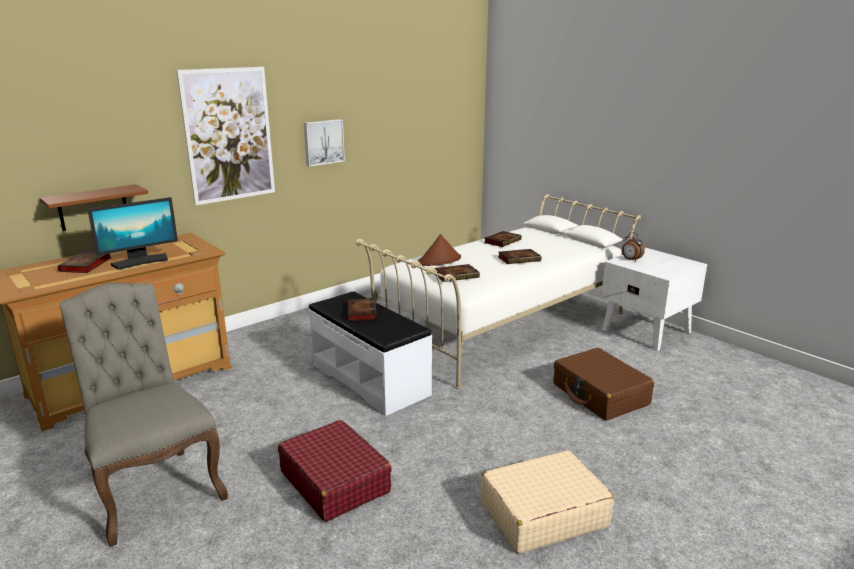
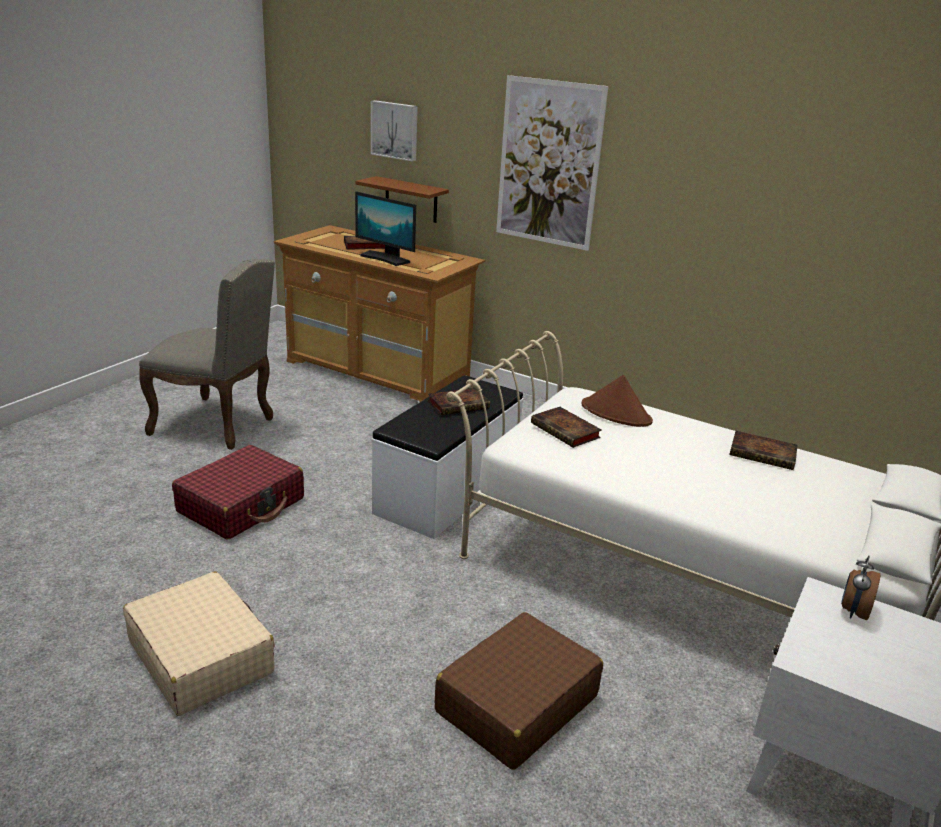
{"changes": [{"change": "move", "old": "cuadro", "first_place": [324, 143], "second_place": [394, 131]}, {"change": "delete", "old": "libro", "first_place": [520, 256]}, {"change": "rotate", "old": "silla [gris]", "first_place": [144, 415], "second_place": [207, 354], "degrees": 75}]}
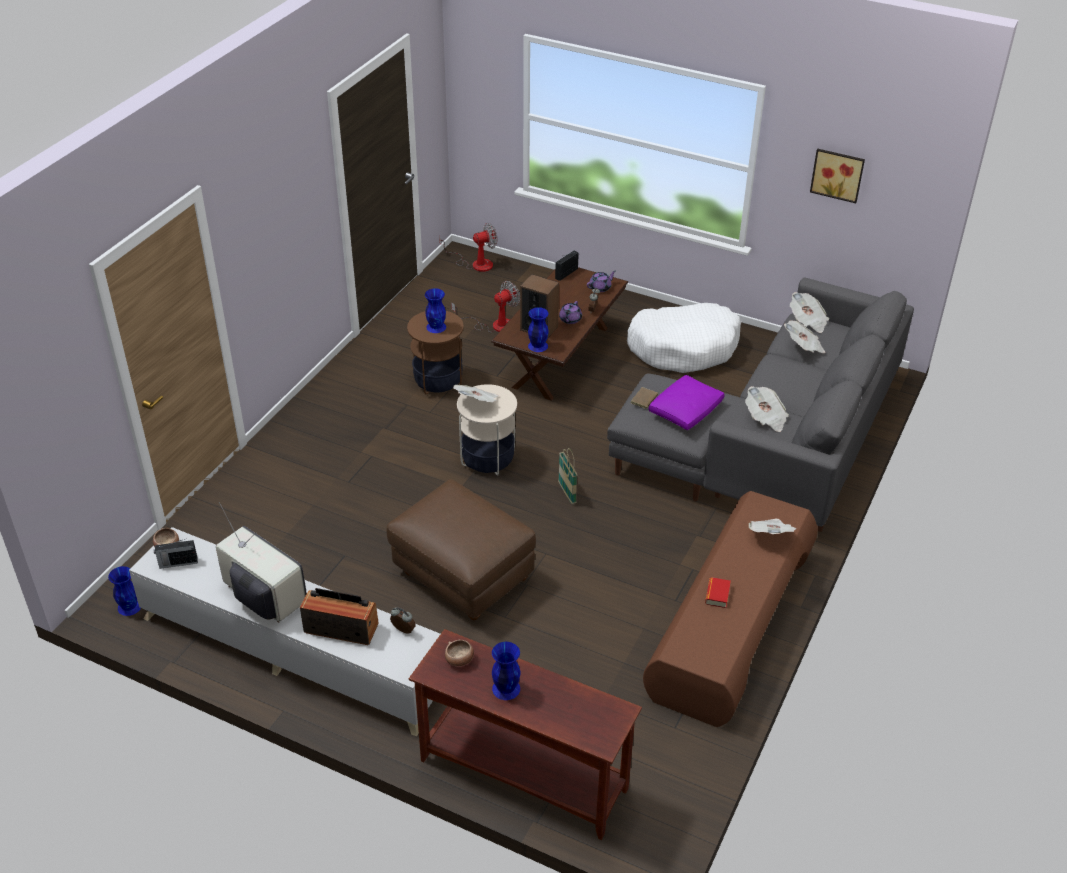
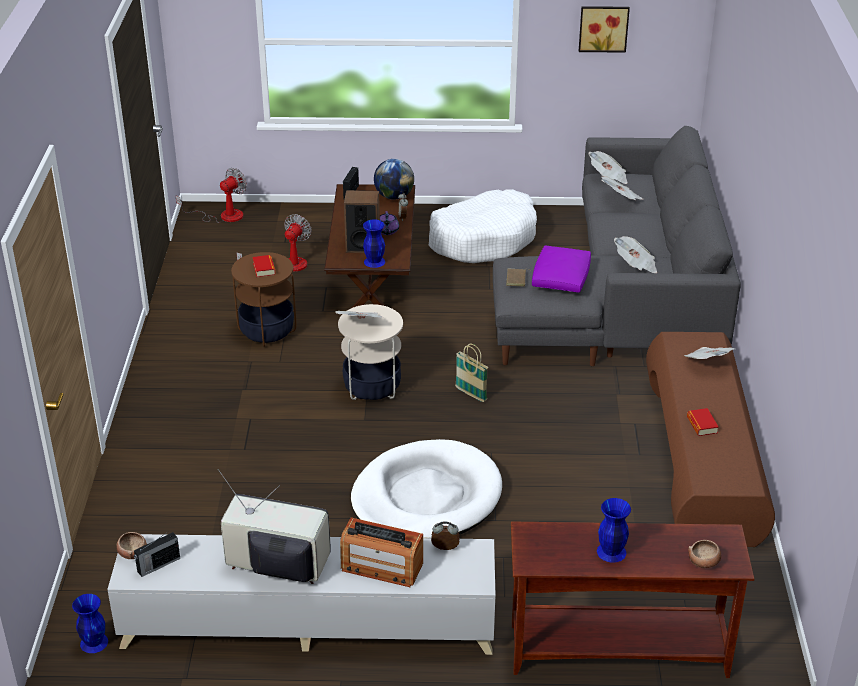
{"changes": [{"change": "replace", "old": "tetera [morado]", "new": "globo terráqueo", "first_place": [601, 281], "second_place": [394, 179]}, {"change": "replace", "old": "florero [azul]", "new": "libro", "first_place": [435, 310], "second_place": [264, 266]}, {"change": "replace", "old": "puf [marrón]", "new": "cama para perro [blanco]", "first_place": [461, 549], "second_place": [426, 488]}, {"change": "rotate", "old": "radio", "first_place": [339, 616], "second_place": [381, 552], "degrees": -150}, {"change": "move", "old": "cuenco", "first_place": [459, 653], "second_place": [704, 554]}]}
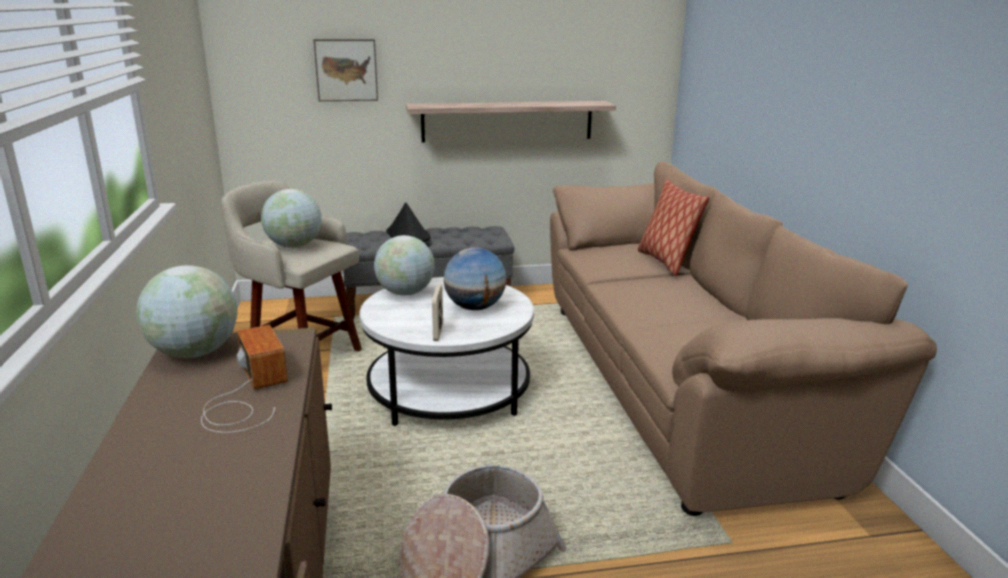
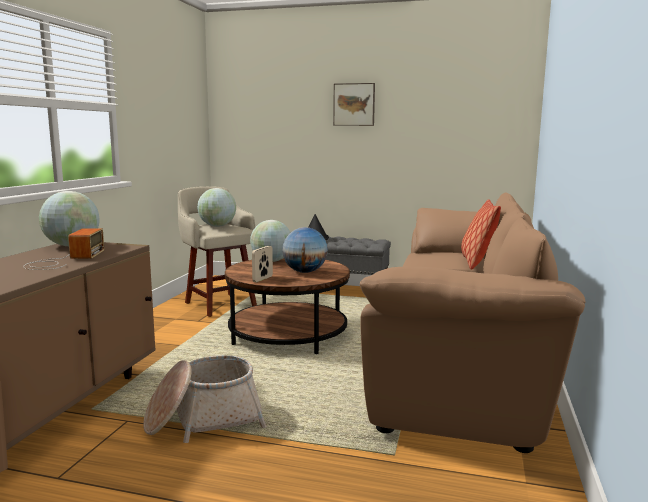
{"changes": [{"change": "move", "old": "cuadro", "first_place": [346, 70], "second_place": [354, 104]}, {"change": "delete", "old": "estante", "first_place": [511, 122]}, {"change": "recolor", "old": "mesa de centro [blanco]", "new": "mesa de centro [marrón]", "first_place": [447, 351], "second_place": [287, 306]}]}
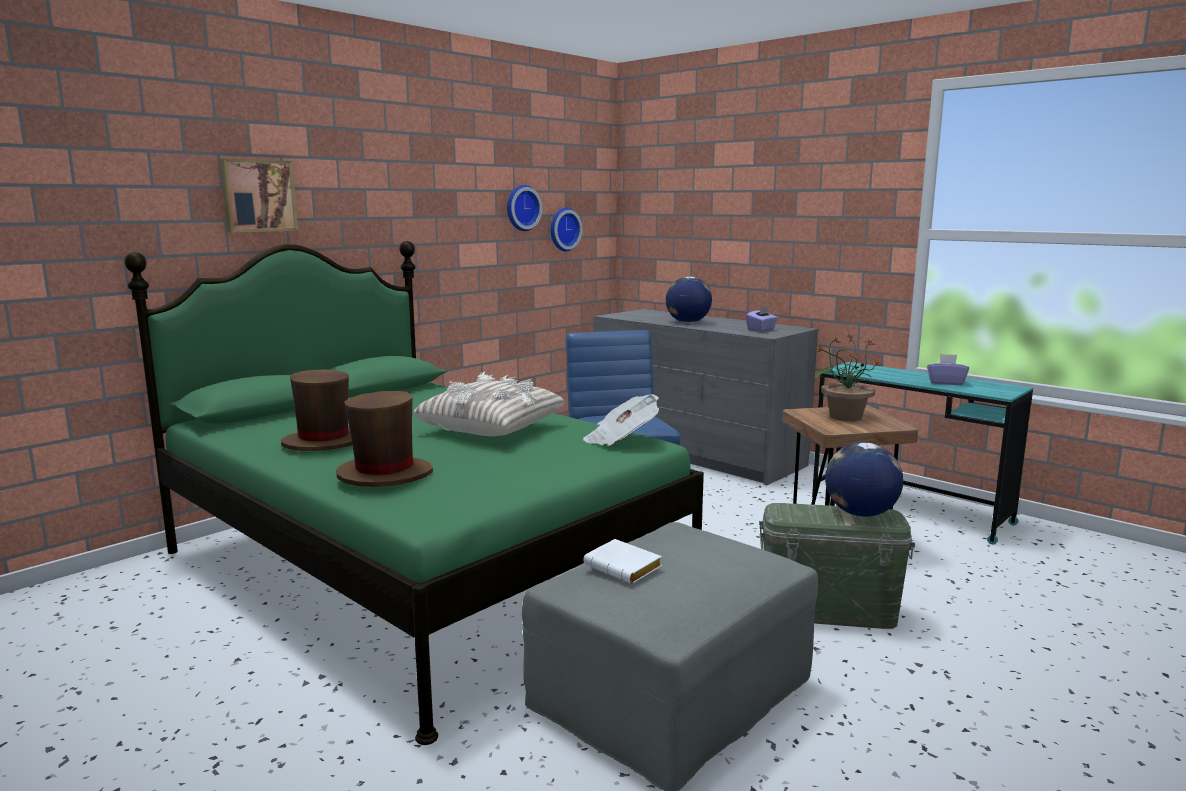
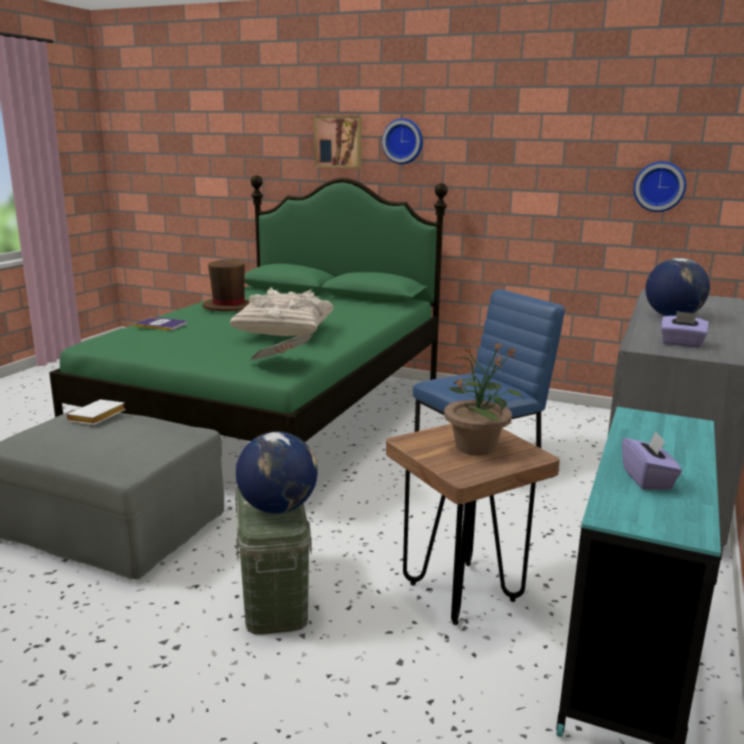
{"changes": [{"change": "move", "old": "reloj de pared", "first_place": [524, 208], "second_place": [402, 141]}, {"change": "replace", "old": "sombrero [marrón]", "new": "libro", "first_place": [384, 439], "second_place": [160, 324]}]}
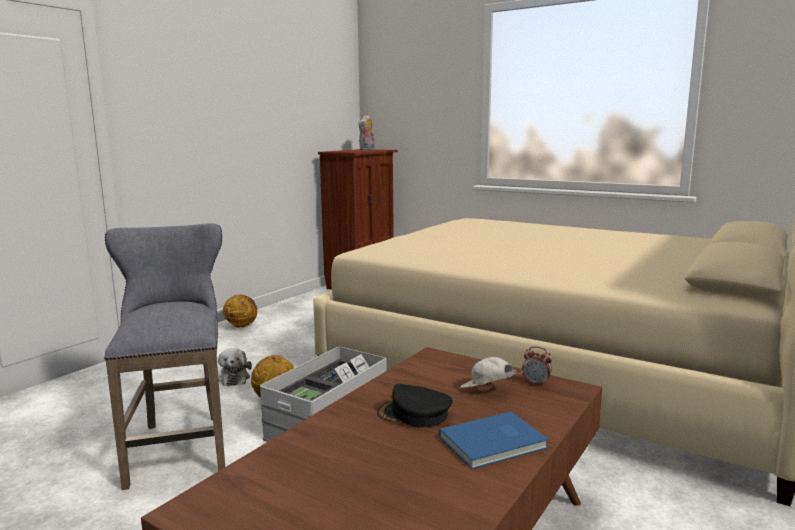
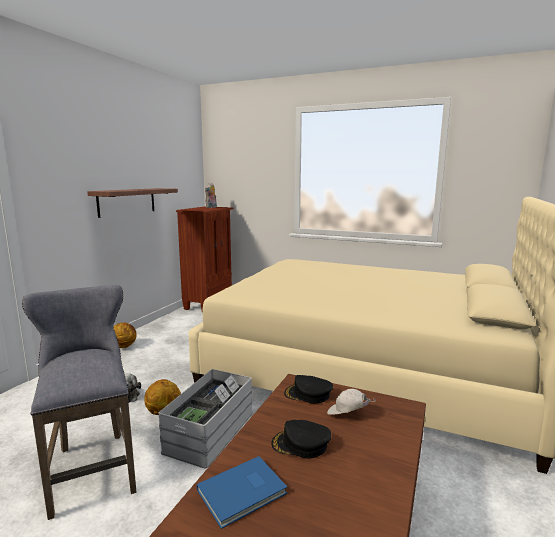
{"changes": [{"change": "delete", "old": "despertador", "first_place": [537, 367]}, {"change": "move", "old": "libro [azul]", "first_place": [494, 440], "second_place": [242, 492]}, {"change": "insert", "new": "estante", "second_place": [132, 203]}, {"change": "insert", "new": "gorra [negro]", "second_place": [308, 389]}]}
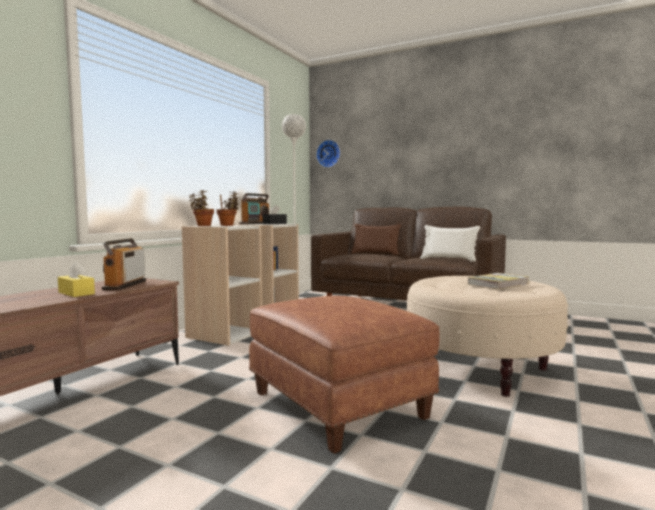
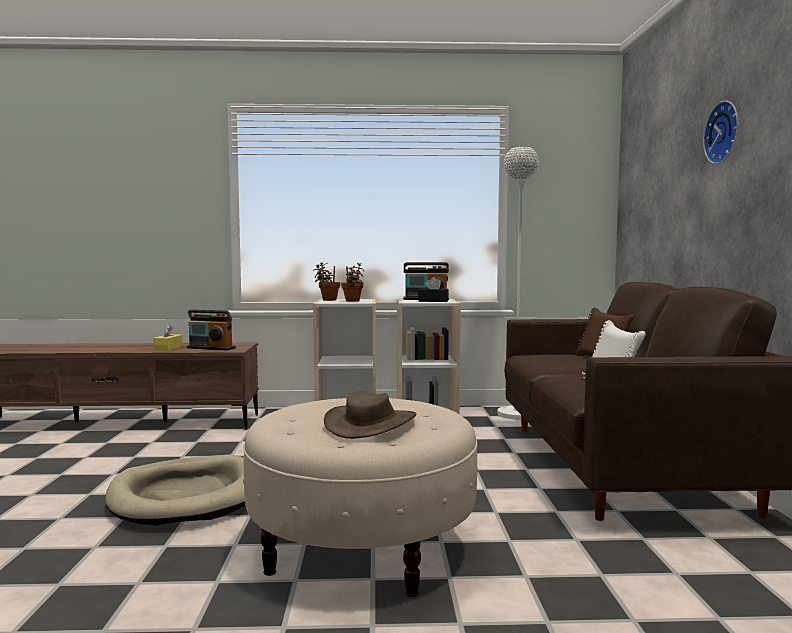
{"changes": [{"change": "move", "old": "reloj de pared", "first_place": [328, 154], "second_place": [720, 132]}, {"change": "rotate", "old": "radio", "first_place": [124, 264], "second_place": [211, 330], "degrees": -135}, {"change": "replace", "old": "libro", "new": "sombrero [marrón]", "first_place": [498, 281], "second_place": [370, 415]}, {"change": "replace", "old": "puf [marrón]", "new": "cama para perro [beis]", "first_place": [344, 375], "second_place": [175, 490]}]}
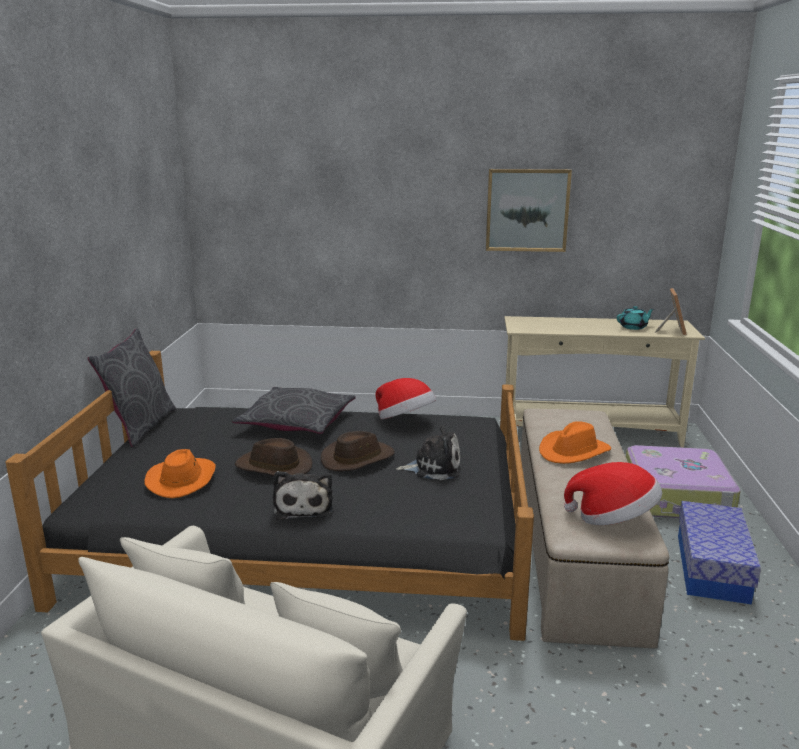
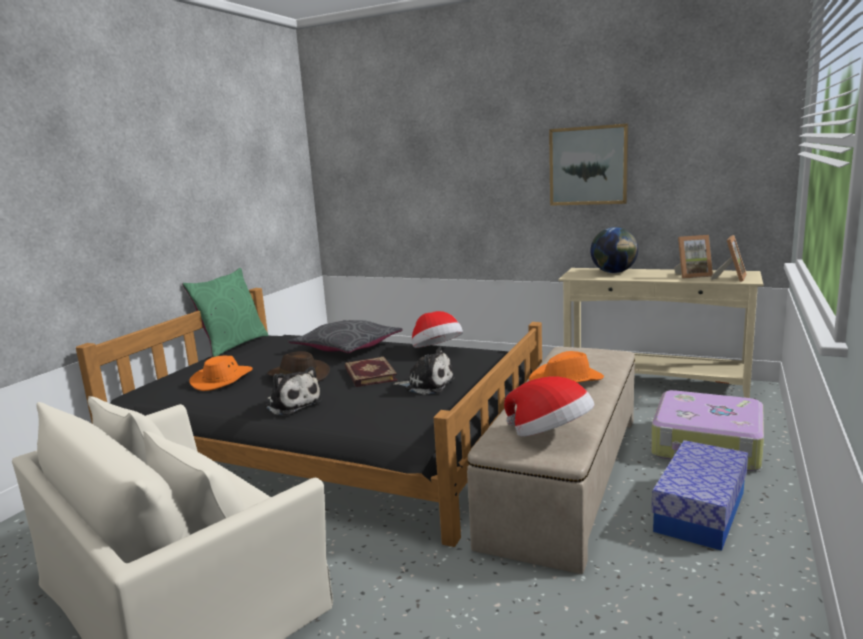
{"changes": [{"change": "replace", "old": "tetera [turquesa]", "new": "portarretratos", "first_place": [635, 318], "second_place": [693, 257]}, {"change": "recolor", "old": "cojín [gris]", "new": "cojín [verde]", "first_place": [132, 387], "second_place": [225, 312]}, {"change": "replace", "old": "sombrero [marrón]", "new": "libro", "first_place": [358, 451], "second_place": [371, 371]}, {"change": "rotate", "old": "peluche", "first_place": [303, 495], "second_place": [293, 391], "degrees": -60}, {"change": "insert", "new": "globo terráqueo", "second_place": [614, 250]}]}
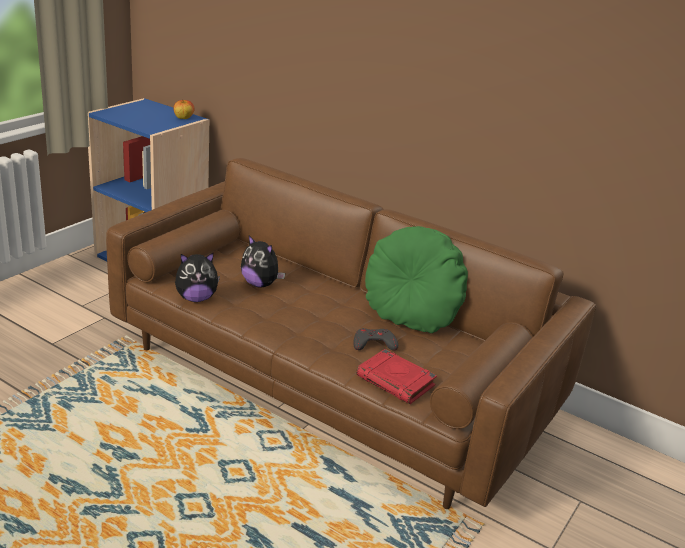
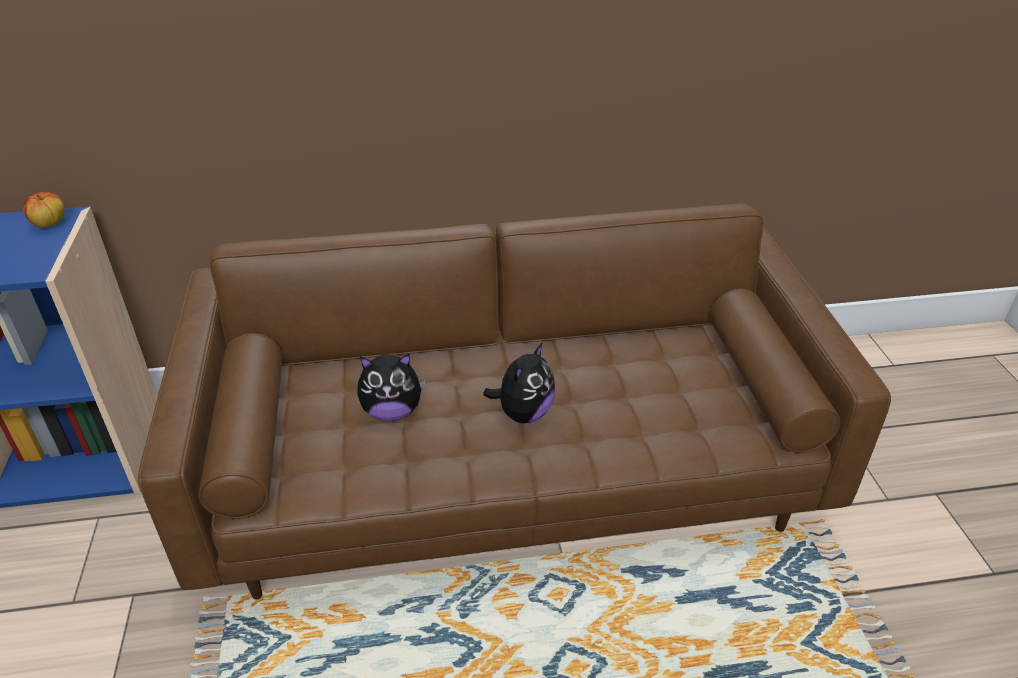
{"changes": [{"change": "delete", "old": "cojín [verde]", "first_place": [416, 279]}, {"change": "move", "old": "peluche", "first_place": [197, 277], "second_place": [519, 382]}, {"change": "delete", "old": "mando de consola [gris]", "first_place": [375, 339]}, {"change": "delete", "old": "libro [rojo]", "first_place": [396, 376]}]}
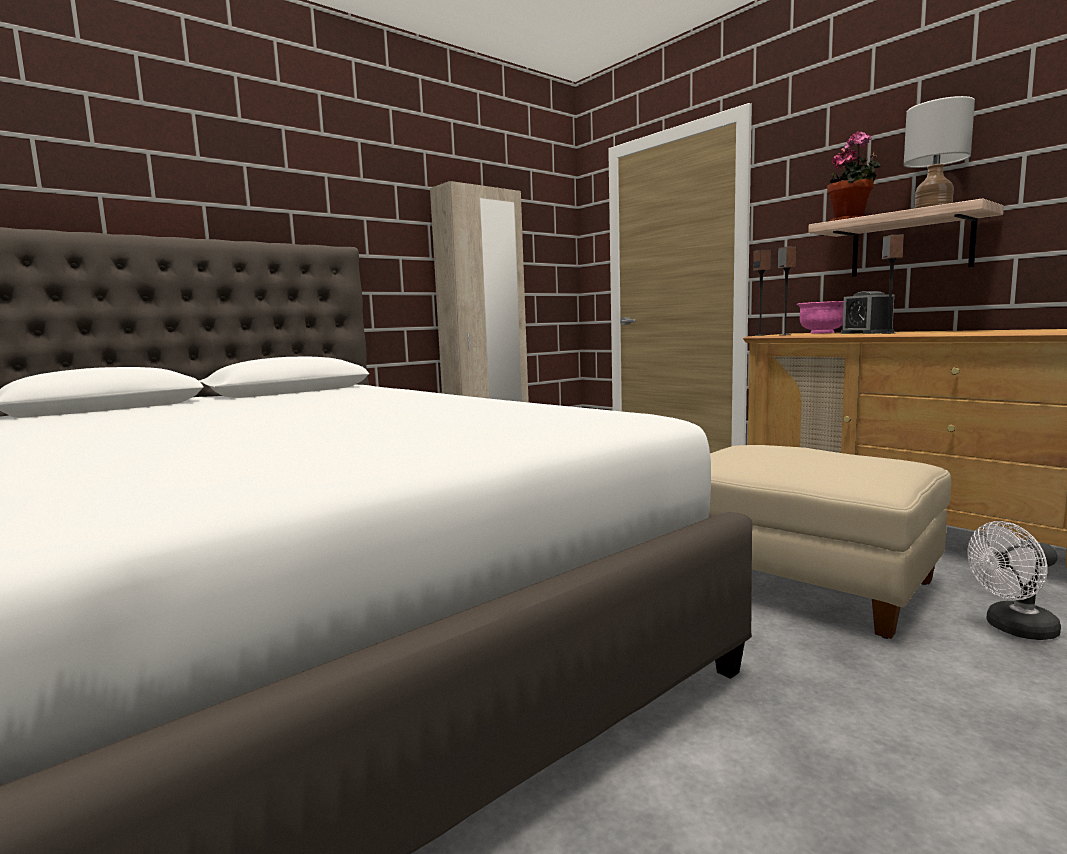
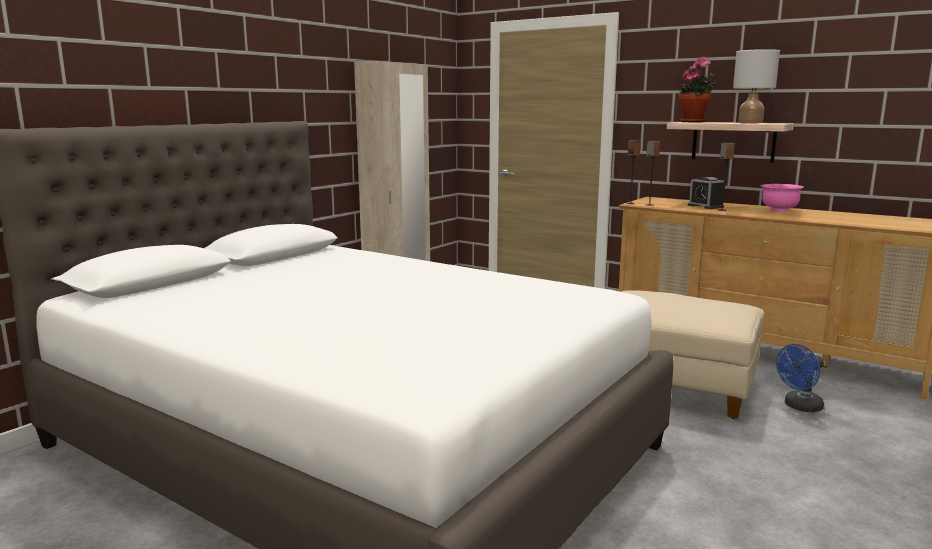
{"changes": [{"change": "move", "old": "cuenco [rosa]", "first_place": [820, 317], "second_place": [782, 198]}, {"change": "recolor", "old": "ventilador [blanco]", "new": "ventilador [azul]", "first_place": [1014, 580], "second_place": [800, 378]}]}
